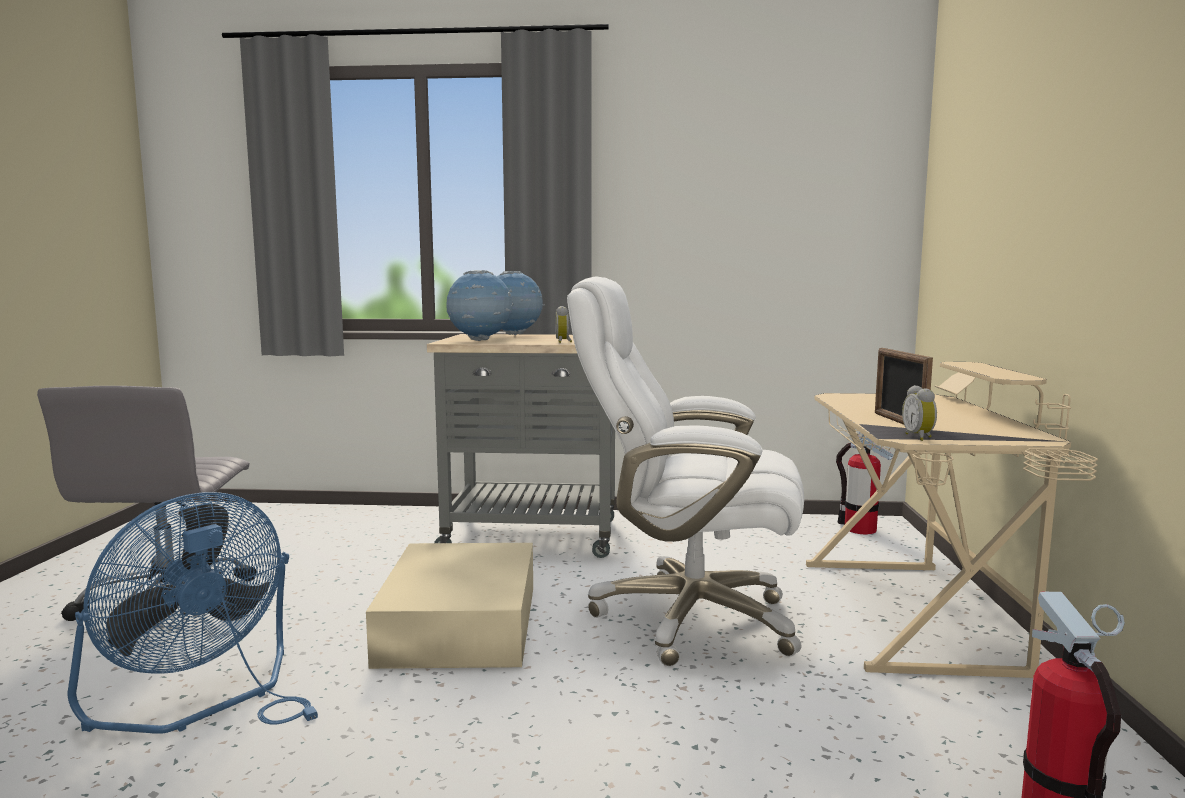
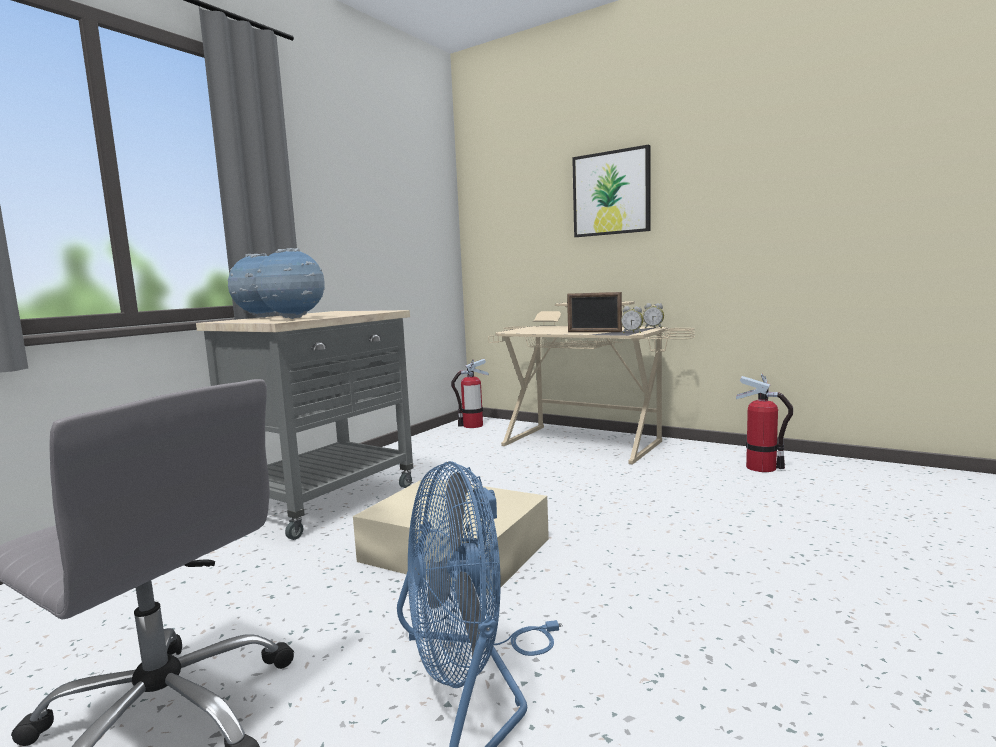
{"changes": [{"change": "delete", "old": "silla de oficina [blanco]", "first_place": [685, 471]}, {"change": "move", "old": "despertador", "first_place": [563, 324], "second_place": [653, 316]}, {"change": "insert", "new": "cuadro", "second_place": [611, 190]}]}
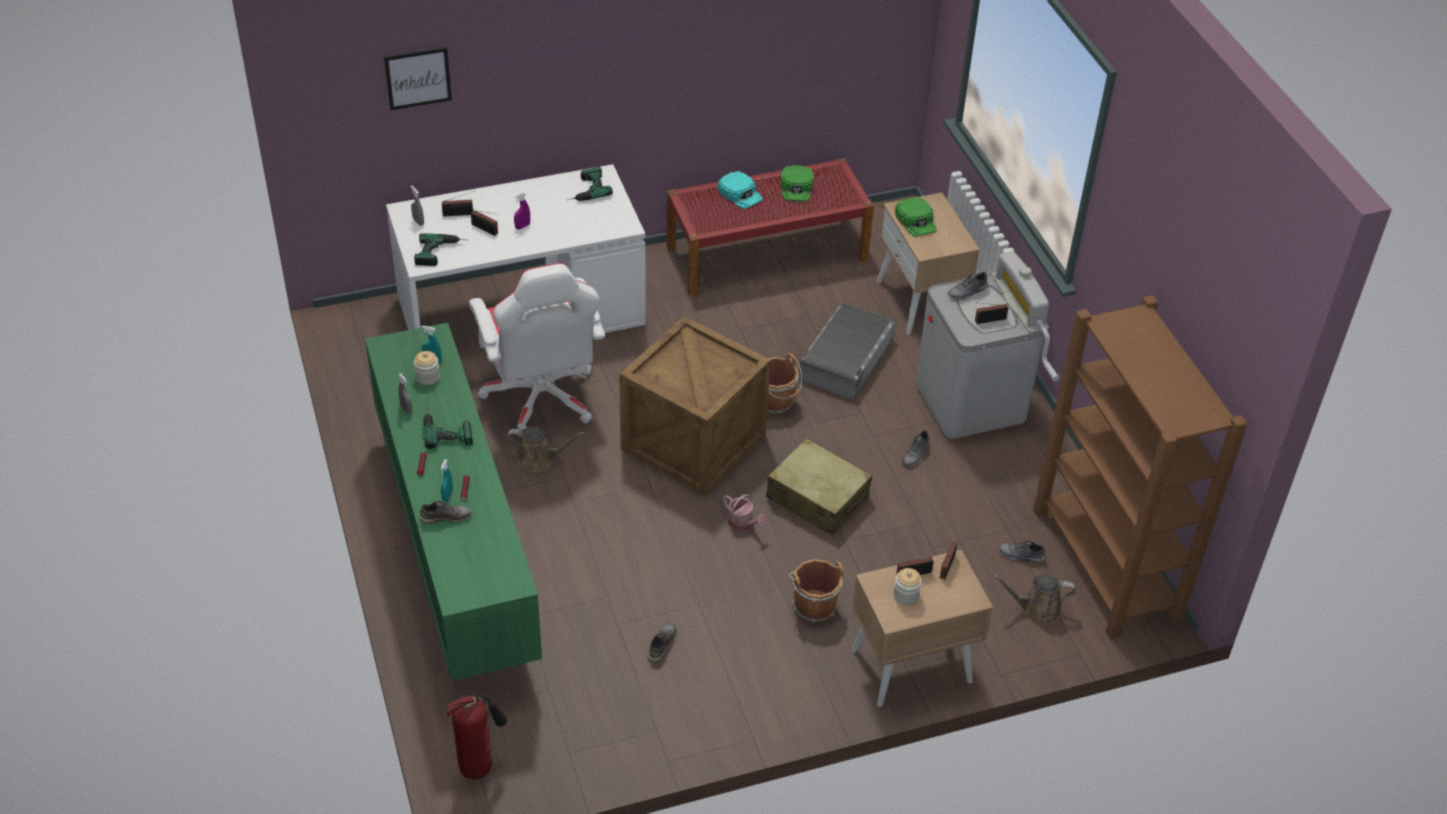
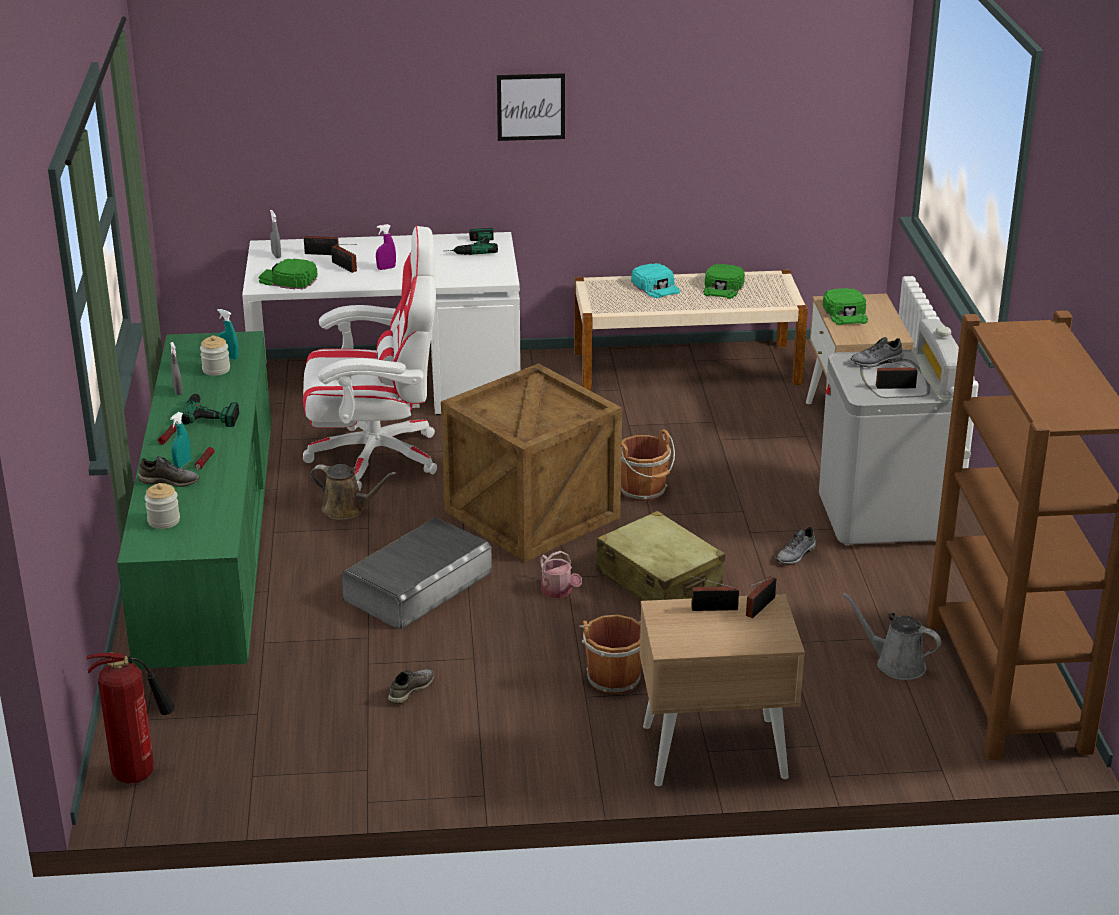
{"changes": [{"change": "move", "old": "cuadro", "first_place": [418, 78], "second_place": [531, 107]}, {"change": "recolor", "old": "banco [rojo]", "new": "banco [beis]", "first_place": [770, 227], "second_place": [691, 330]}, {"change": "replace", "old": "taladro", "new": "gorra [verde]", "first_place": [438, 249], "second_place": [288, 274]}, {"change": "rotate", "old": "silla de oficina [blanco]", "first_place": [537, 350], "second_place": [370, 358], "degrees": -90}, {"change": "move", "old": "caja de almacenaje [gris]", "first_place": [847, 351], "second_place": [417, 574]}, {"change": "replace", "old": "zapato [gris]", "new": "regadera [gris]", "first_place": [1022, 551], "second_place": [892, 636]}, {"change": "move", "old": "tarro", "first_place": [907, 586], "second_place": [162, 506]}, {"change": "delete", "old": "regadera [marrón]", "first_place": [1034, 599]}]}
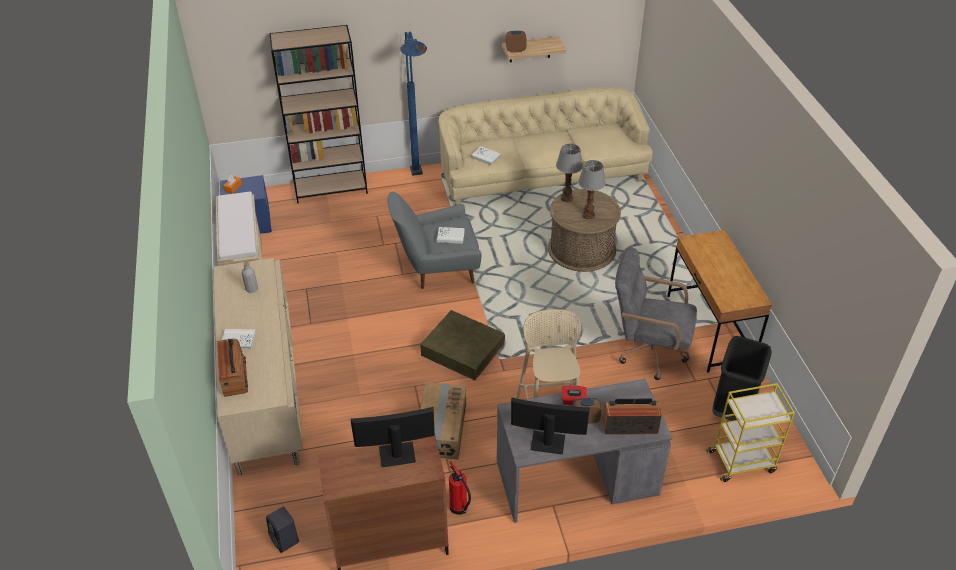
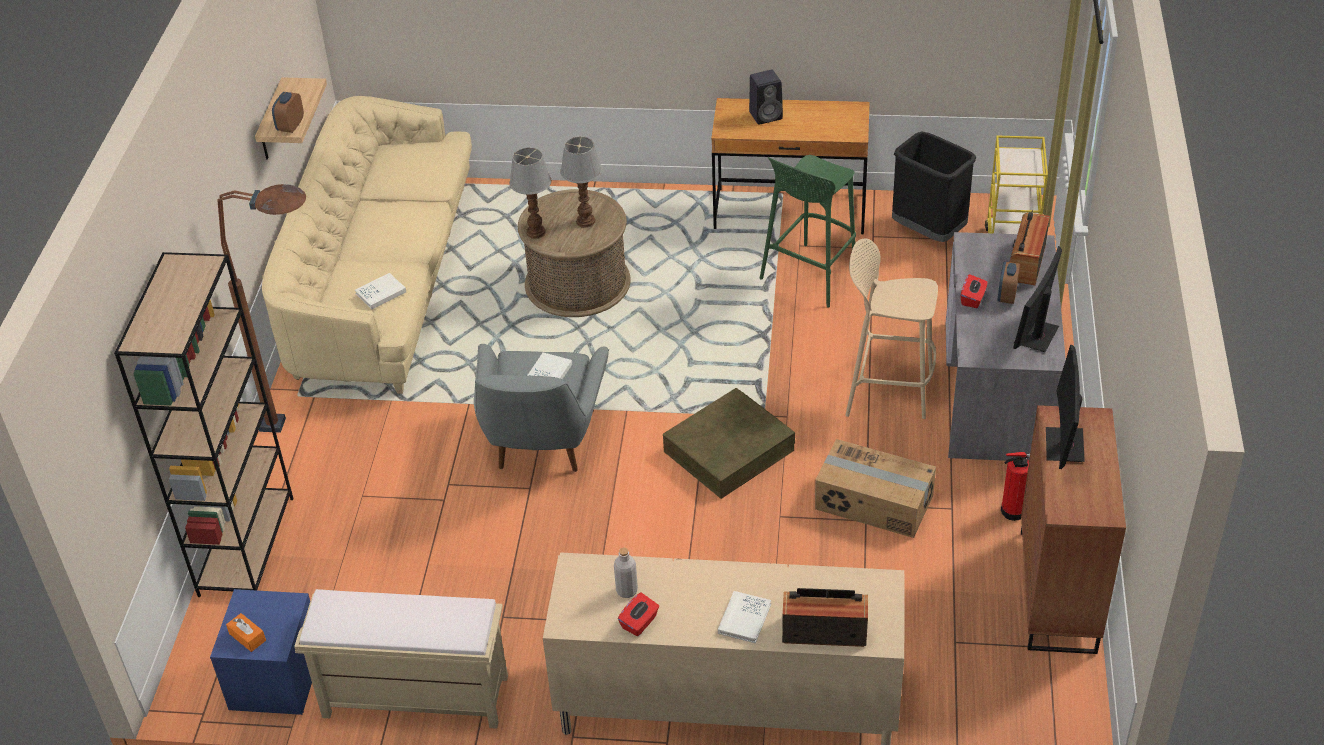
{"changes": [{"change": "recolor", "old": "lámpara de pie [azul]", "new": "lámpara de pie [marrón]", "first_place": [413, 103], "second_place": [261, 308]}, {"change": "replace", "old": "silla de oficina [gris]", "new": "taburete [verde]", "first_place": [656, 313], "second_place": [808, 231]}, {"change": "move", "old": "altavoz [negro]", "first_place": [282, 529], "second_place": [766, 97]}, {"change": "insert", "new": "caja de pañuelos [rojo]", "second_place": [638, 614]}]}
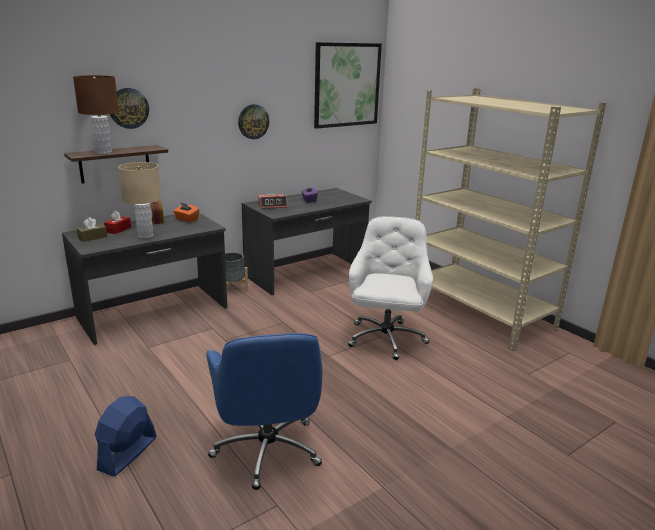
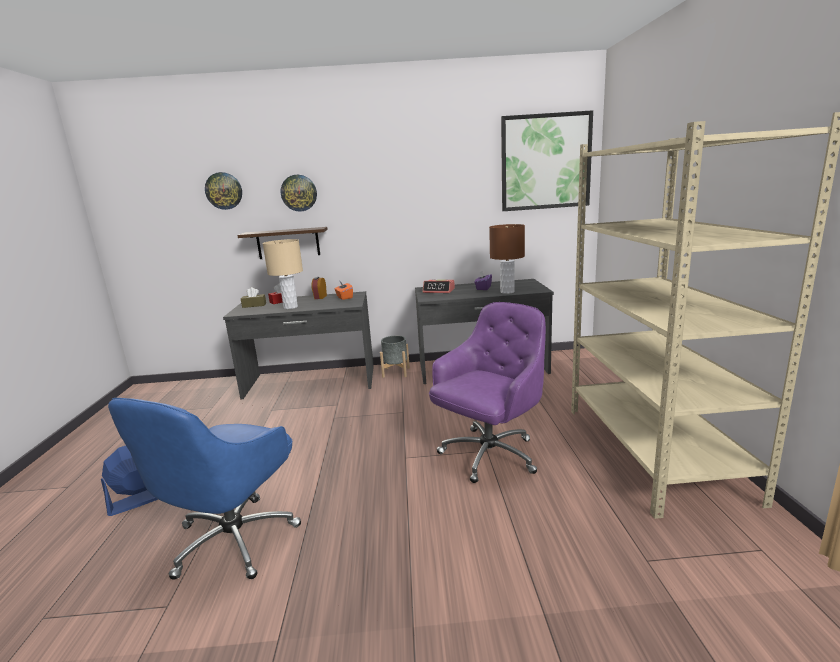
{"changes": [{"change": "move", "old": "lámpara de mesa [marrón]", "first_place": [96, 114], "second_place": [507, 259]}, {"change": "move", "old": "reloj de pared", "first_place": [253, 121], "second_place": [223, 191]}, {"change": "recolor", "old": "silla de oficina [blanco]", "new": "silla de oficina [morado]", "first_place": [390, 288], "second_place": [487, 392]}]}
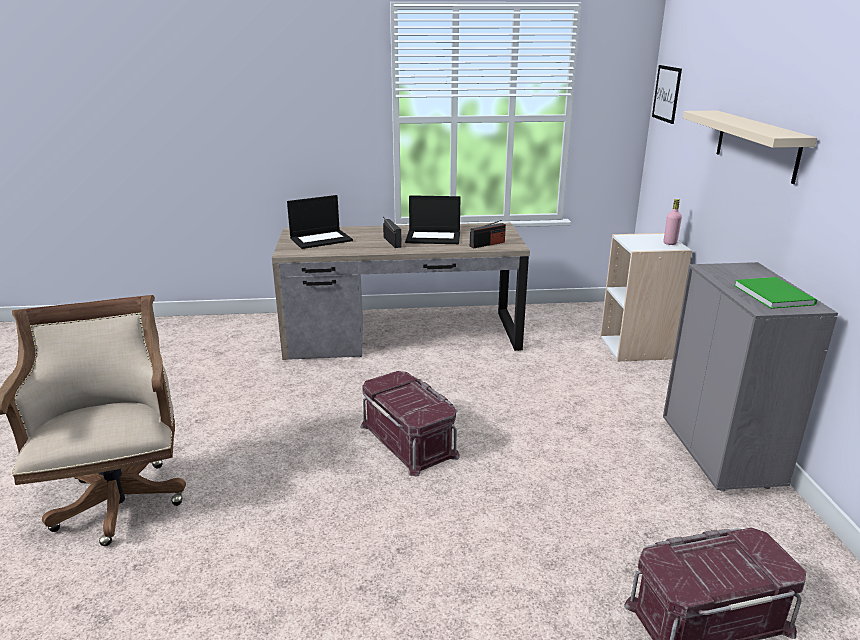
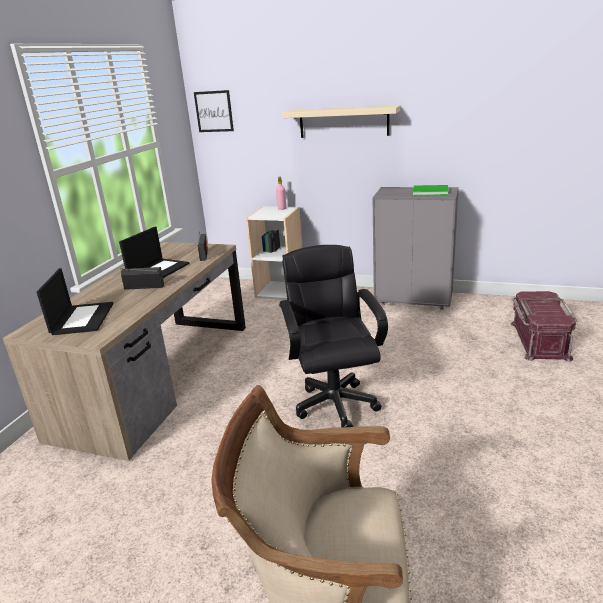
{"changes": [{"change": "replace", "old": "caja de almacenaje [rojo]", "new": "silla de oficina [negro]", "first_place": [410, 423], "second_place": [333, 336]}]}
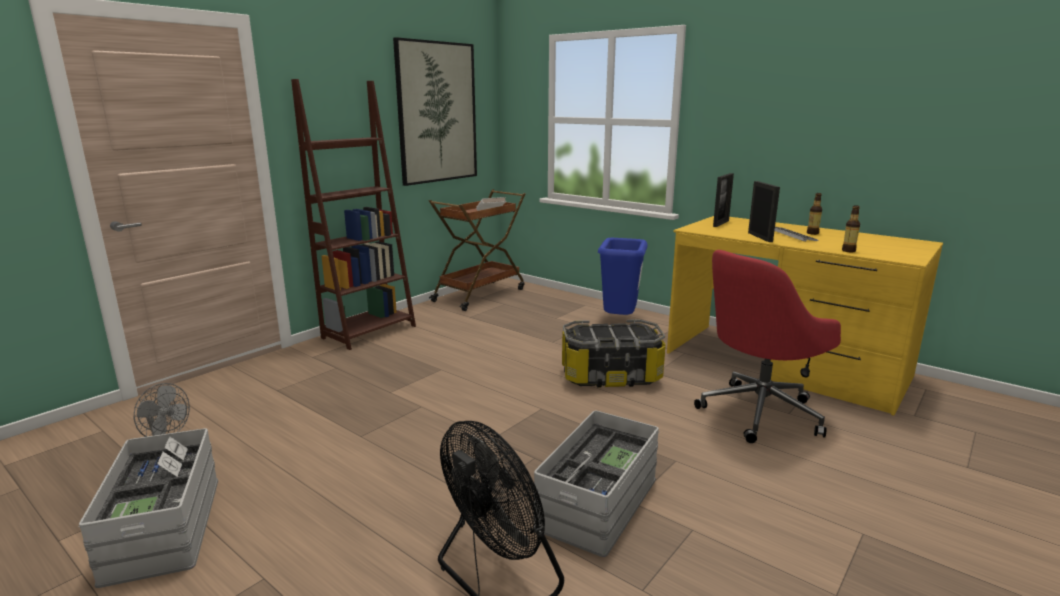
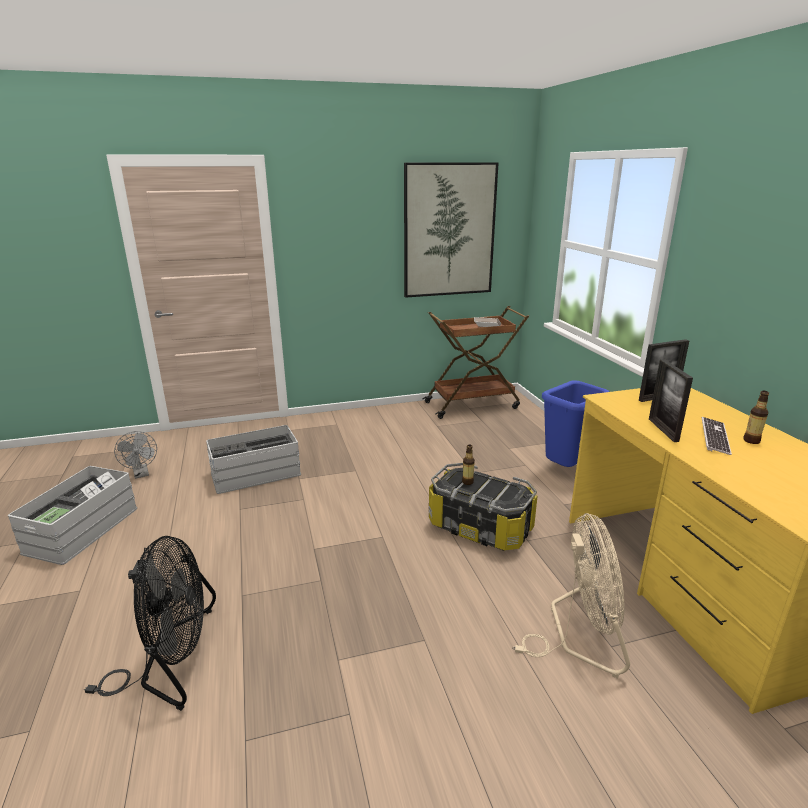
{"changes": [{"change": "delete", "old": "estantería [marrón]", "first_place": [353, 214]}, {"change": "rotate", "old": "portarretratos", "first_place": [764, 211], "second_place": [671, 400], "degrees": 150}, {"change": "move", "old": "botella", "first_place": [851, 228], "second_place": [468, 464]}, {"change": "replace", "old": "silla de oficina [rojo]", "new": "ventilador [beis]", "first_place": [767, 346], "second_place": [571, 596]}, {"change": "move", "old": "caja de almacenaje [gris]", "first_place": [597, 483], "second_place": [253, 459]}]}
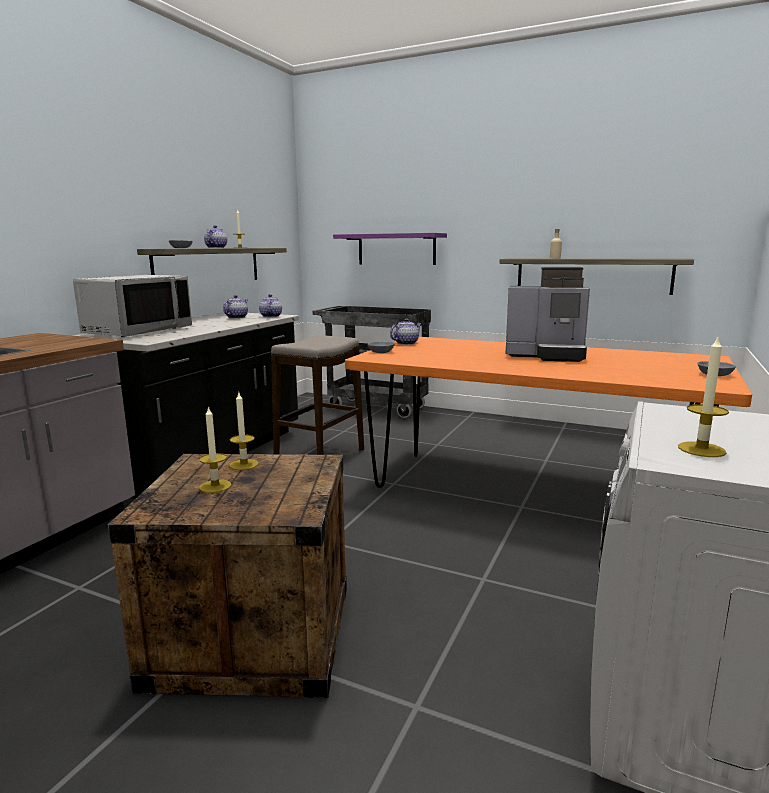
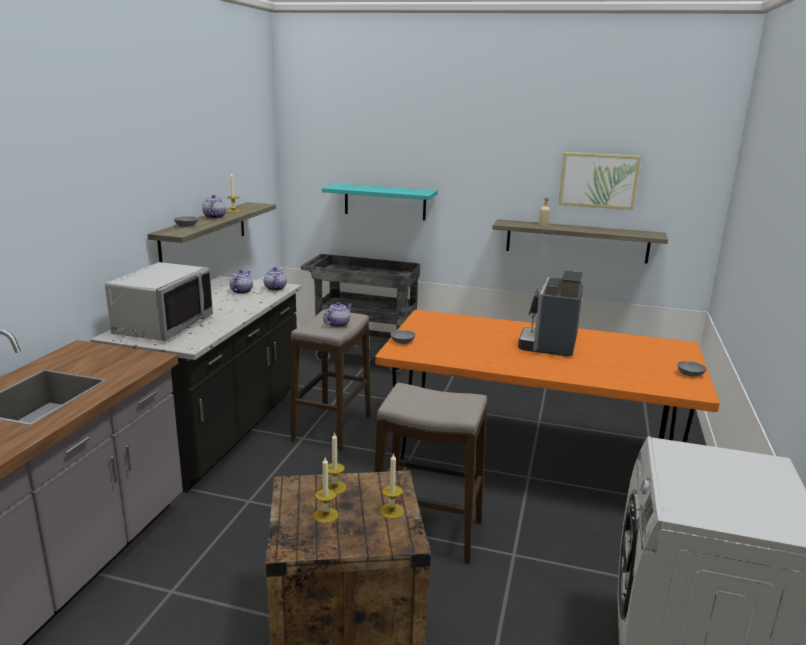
{"changes": [{"change": "recolor", "old": "estante [morado]", "new": "estante [turquesa]", "first_place": [390, 249], "second_place": [380, 201]}, {"change": "rotate", "old": "cafetera", "first_place": [547, 314], "second_place": [551, 313], "degrees": 105}, {"change": "move", "old": "tetera", "first_place": [406, 331], "second_place": [337, 314]}, {"change": "move", "old": "vela", "first_place": [703, 397], "second_place": [392, 486]}, {"change": "insert", "new": "cuadro", "second_place": [599, 181]}, {"change": "insert", "new": "taburete", "second_place": [430, 473]}]}
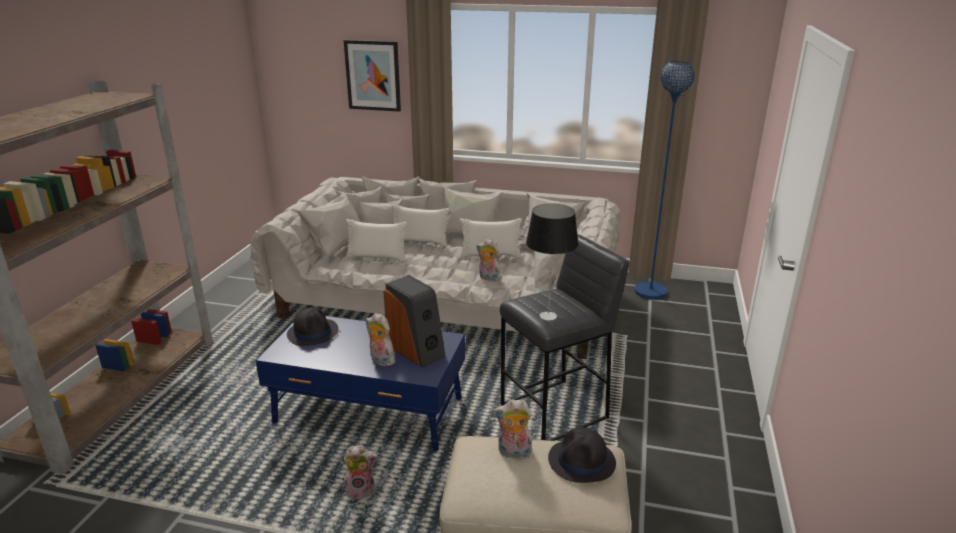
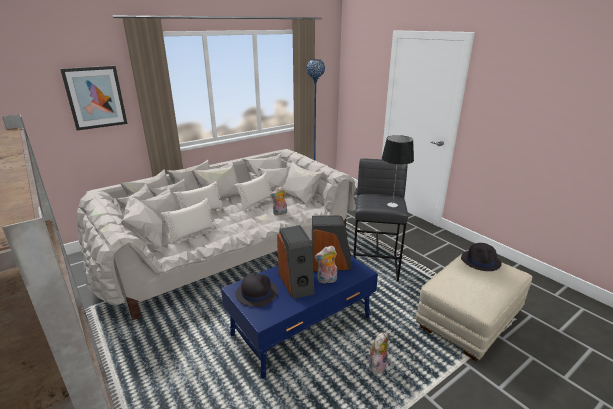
{"changes": [{"change": "delete", "old": "peluche", "first_place": [513, 429]}, {"change": "insert", "new": "altavoz", "second_place": [295, 262]}]}
